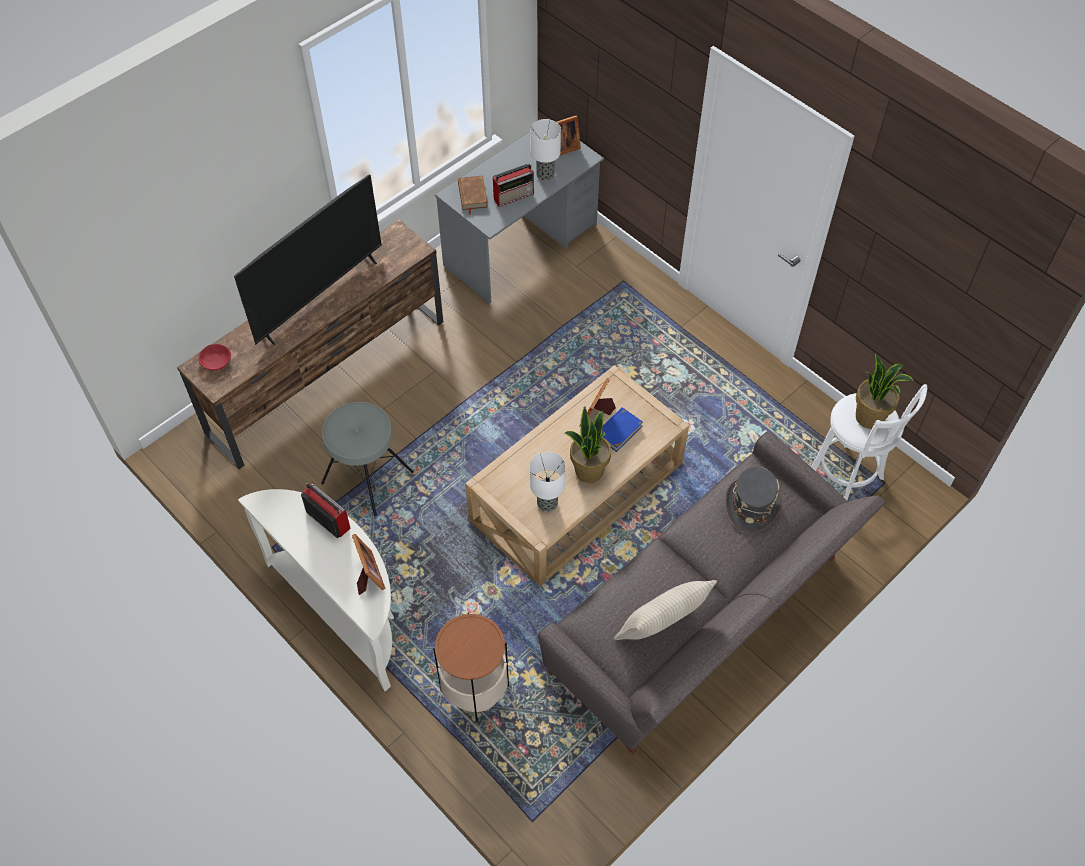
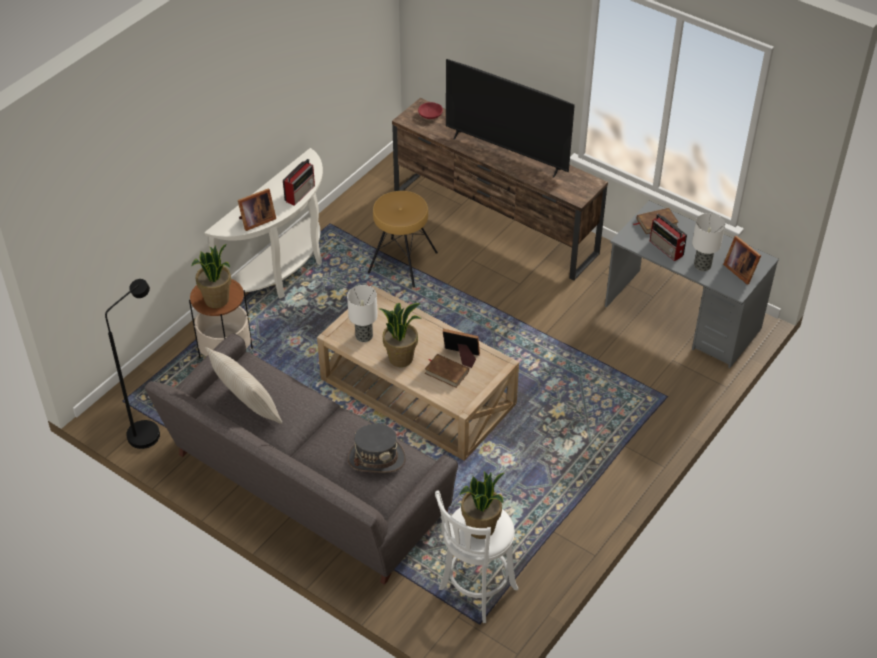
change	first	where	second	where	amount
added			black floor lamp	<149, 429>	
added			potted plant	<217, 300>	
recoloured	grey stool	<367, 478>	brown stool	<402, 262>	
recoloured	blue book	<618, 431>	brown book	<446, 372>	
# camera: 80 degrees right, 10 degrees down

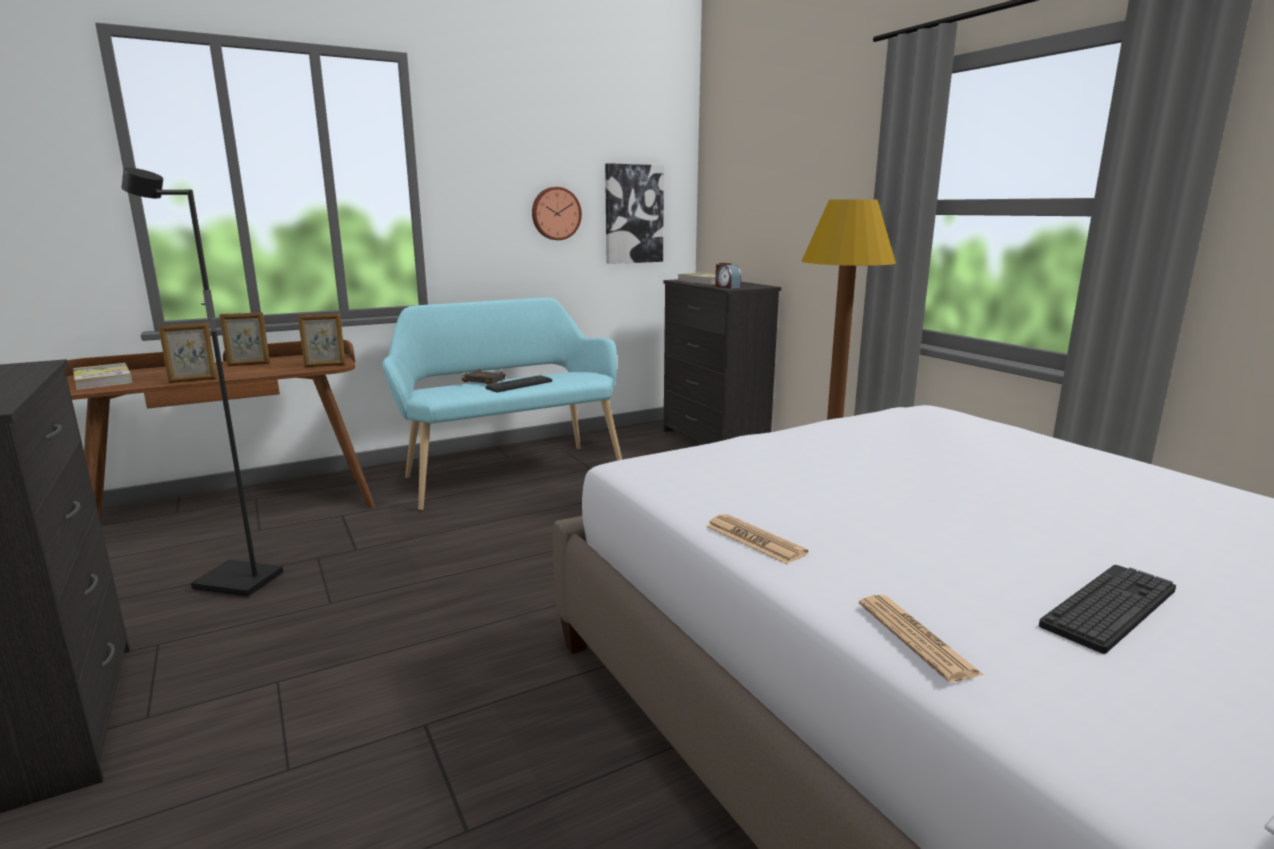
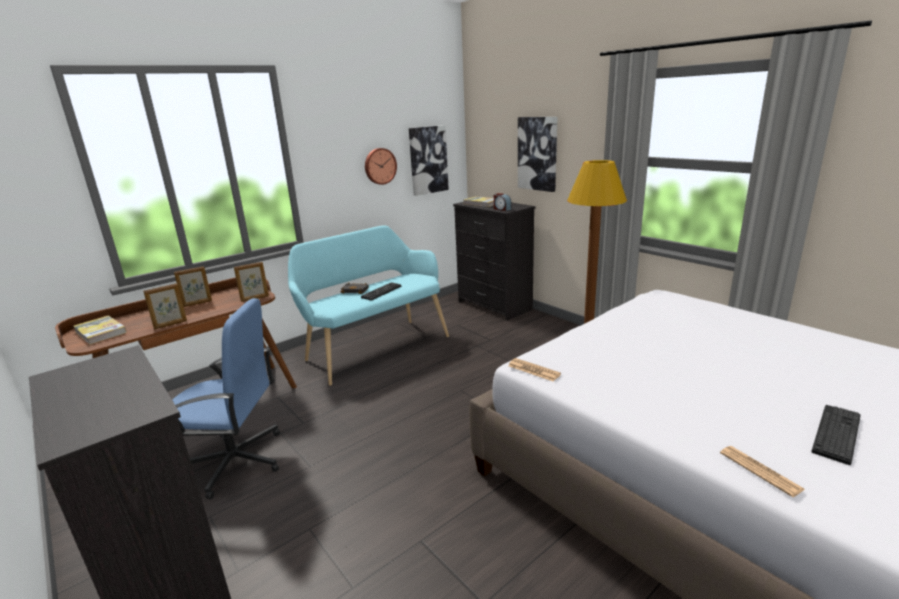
change	first	where	second	where	amount
added			picture	<538, 153>	
moved	newspaper	<754, 540>		<533, 370>	
replaced	black floor lamp	<236, 583>	blue office chair	<235, 461>	
# camera: 10 degrees left, 5 degrees up

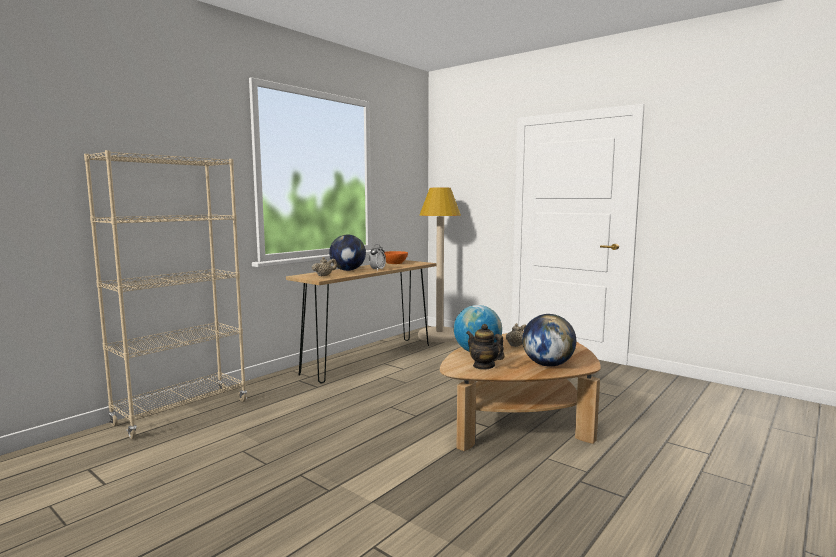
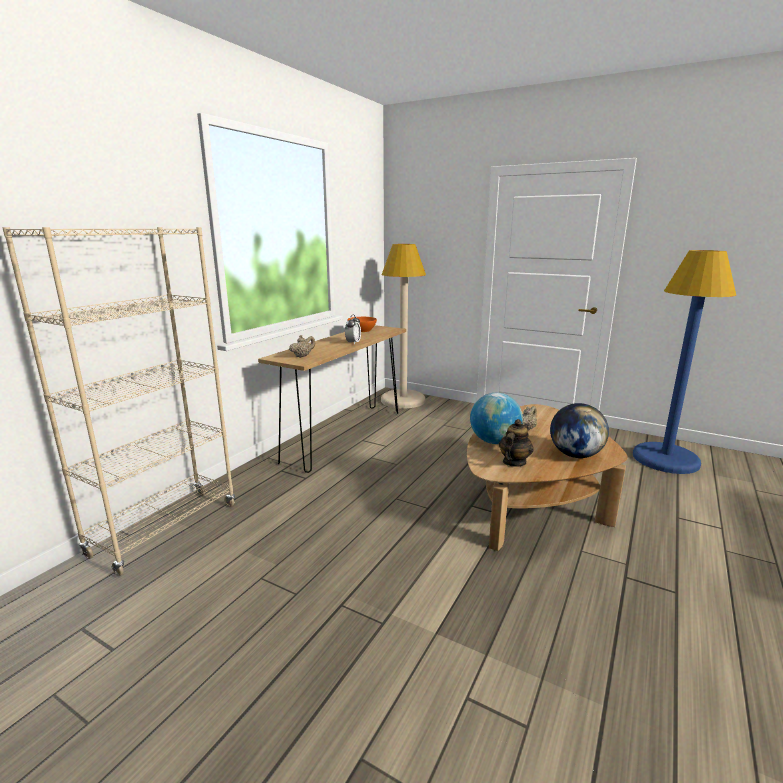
change	first	where	second	where	amount
removed	globe	<348, 270>			
added			blue floor lamp	<665, 459>	
turned	teapot	<483, 366>		<514, 462>	90 degrees clockwise
# camera: 10 degrees left, 10 degrees up

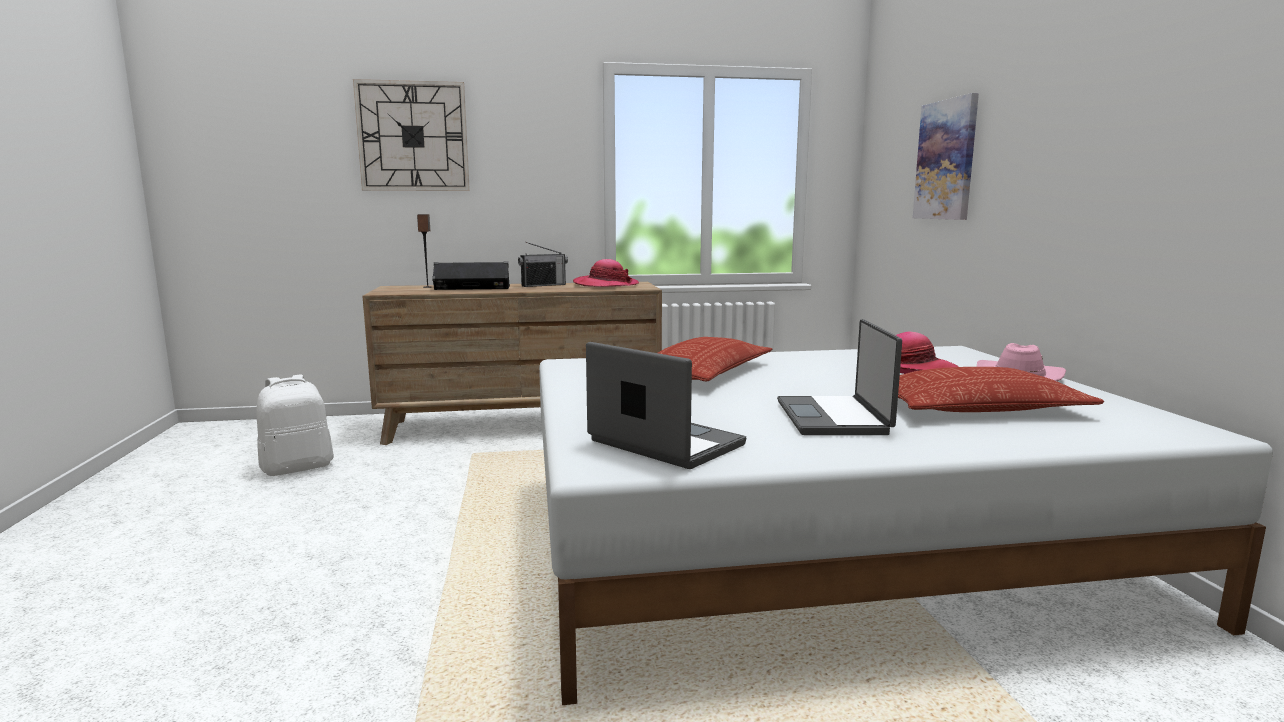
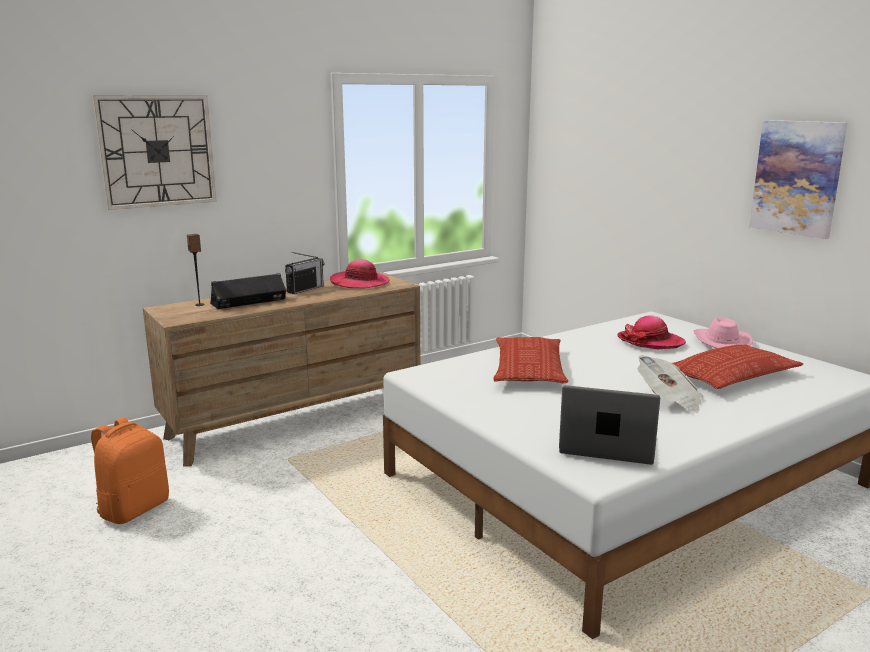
change	first	where	second	where	amount
moved	picture	<946, 160>		<797, 178>	
replaced	laptop	<834, 418>	newspaper	<669, 401>	
recoloured	white backpack	<298, 467>	orange backpack	<134, 509>	
# camera: 25 degrees left, 5 degrees up

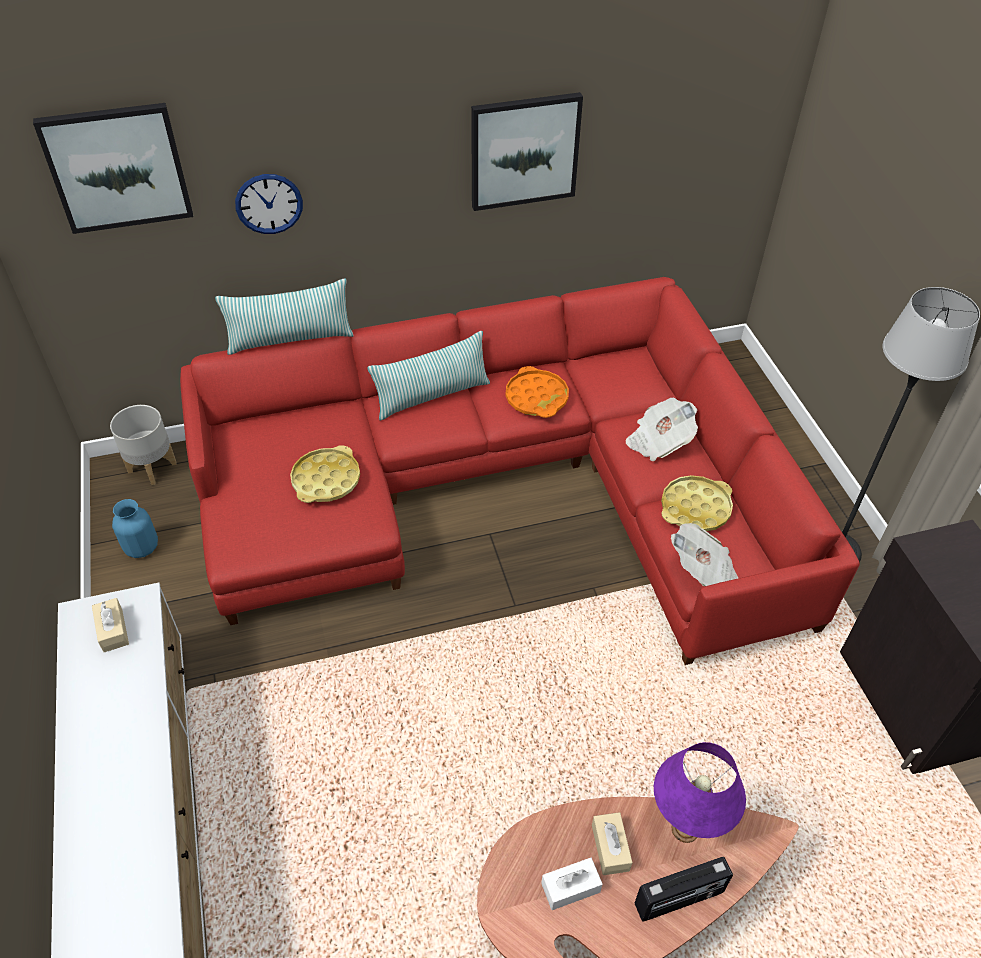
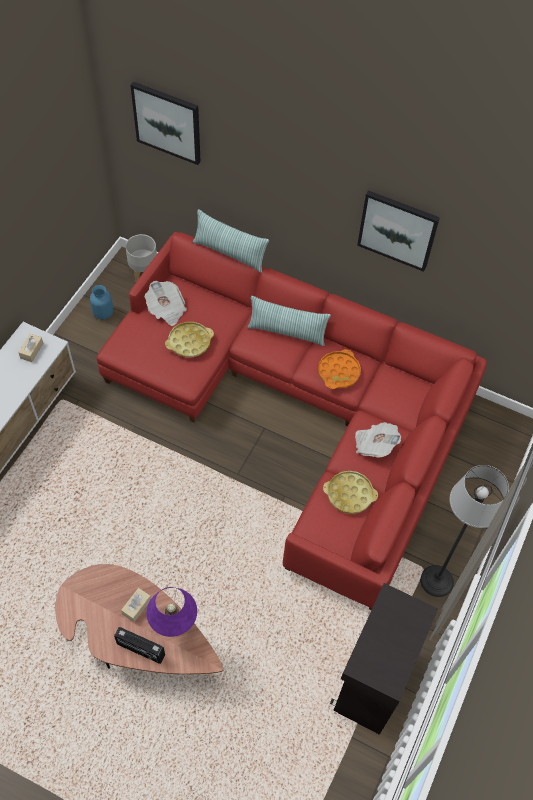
change	first	where	second	where	amount
removed	wall clock	<269, 204>			
removed	white tissue box	<570, 887>			
moved	newspaper	<703, 570>		<166, 310>	
# camera: 40 degrees right, 10 degrees up

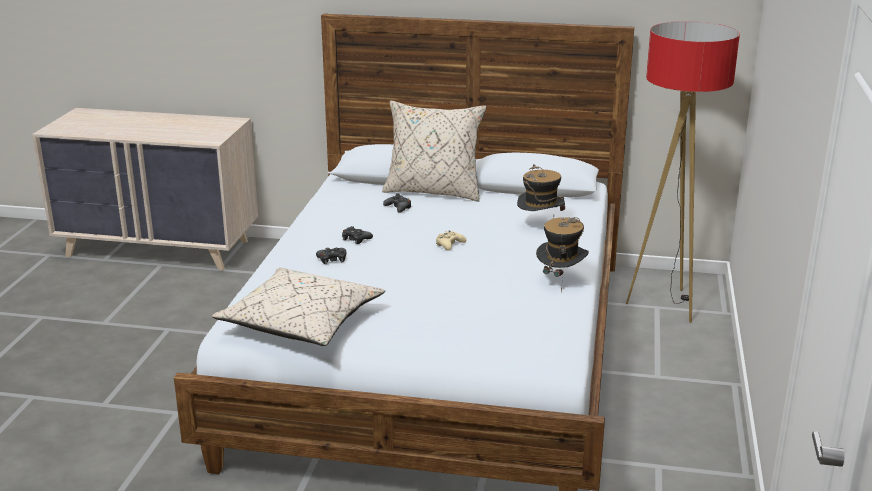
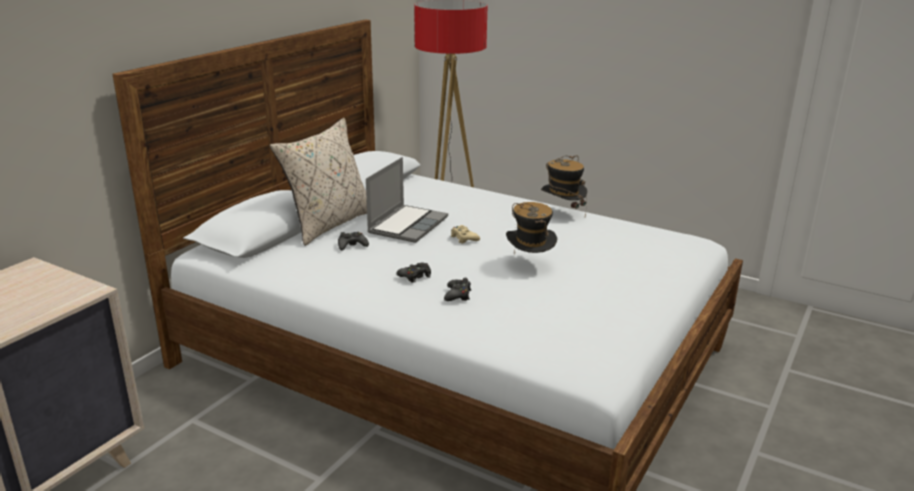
change	first	where	second	where	amount
removed	beige pillow	<301, 323>			
added			laptop	<407, 225>	
moved	hat	<540, 225>		<529, 265>	
# camera: 70 degrees left, 0 degrees up

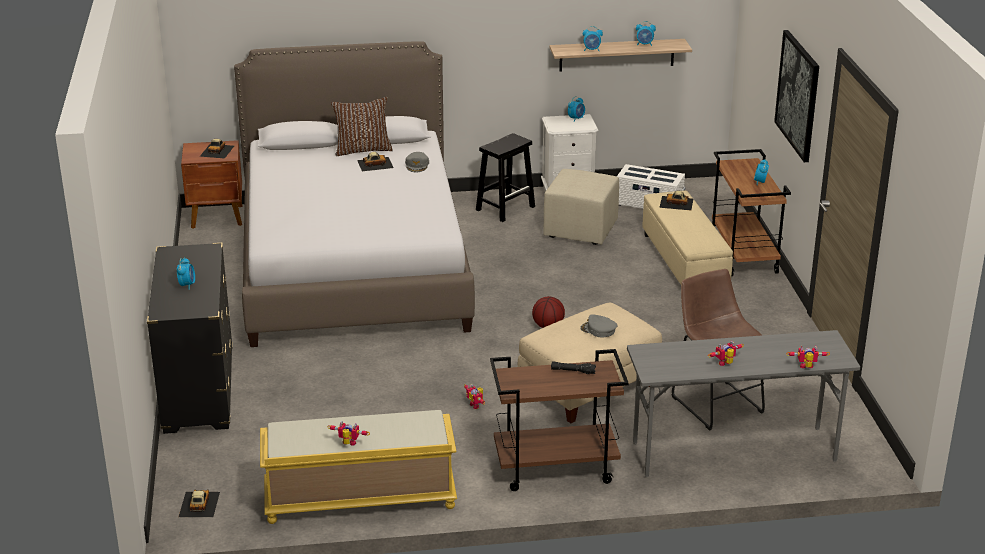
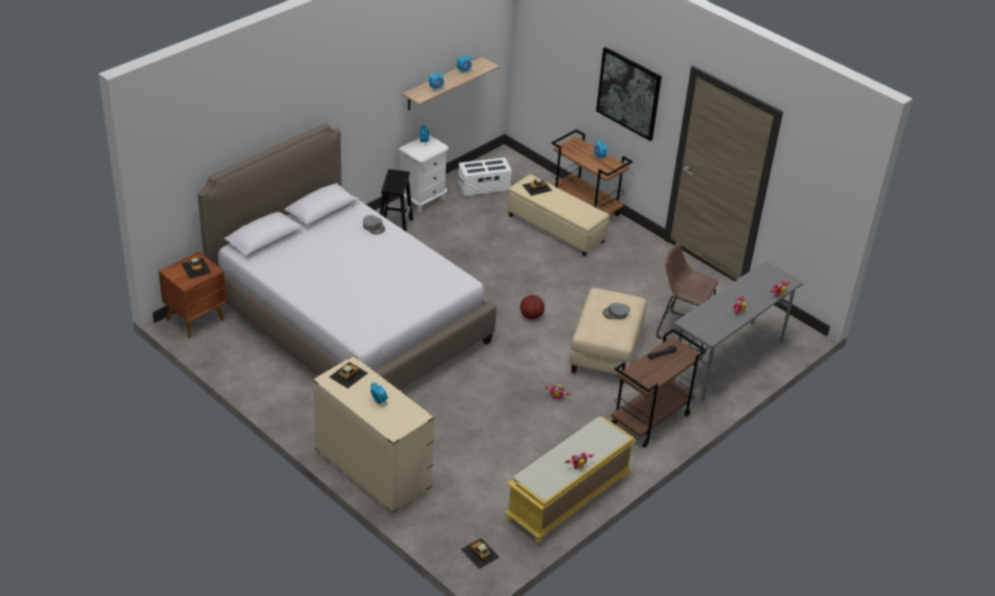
change	first	where	second	where	amount
removed	brown pillow	<362, 150>			
removed	beige ottoman	<580, 229>			
moved	toy car	<375, 164>		<348, 375>	
recoloured	black dresser	<198, 390>	beige dresser	<372, 471>	
# camera: 40 degrees left, 10 degrees up

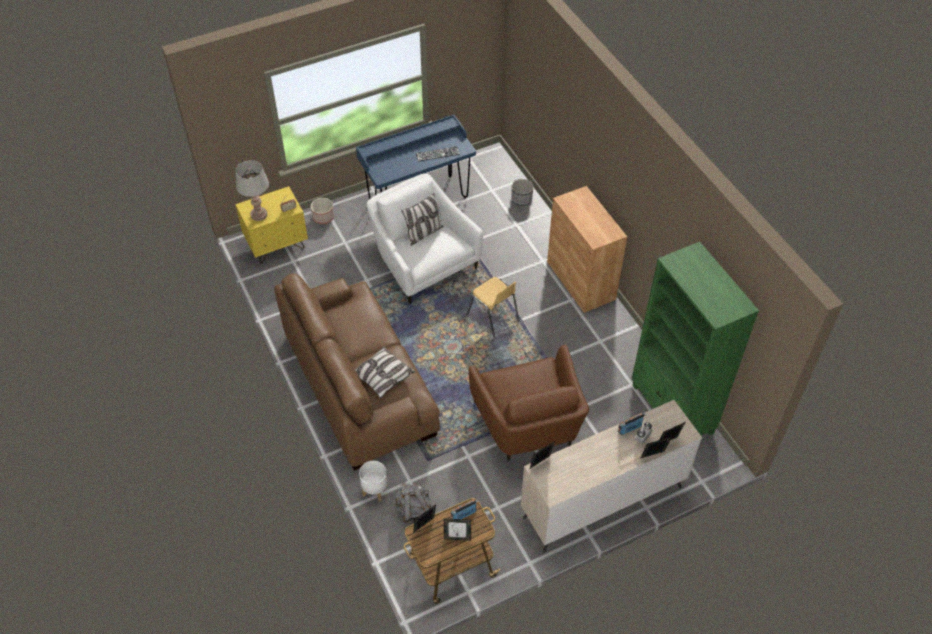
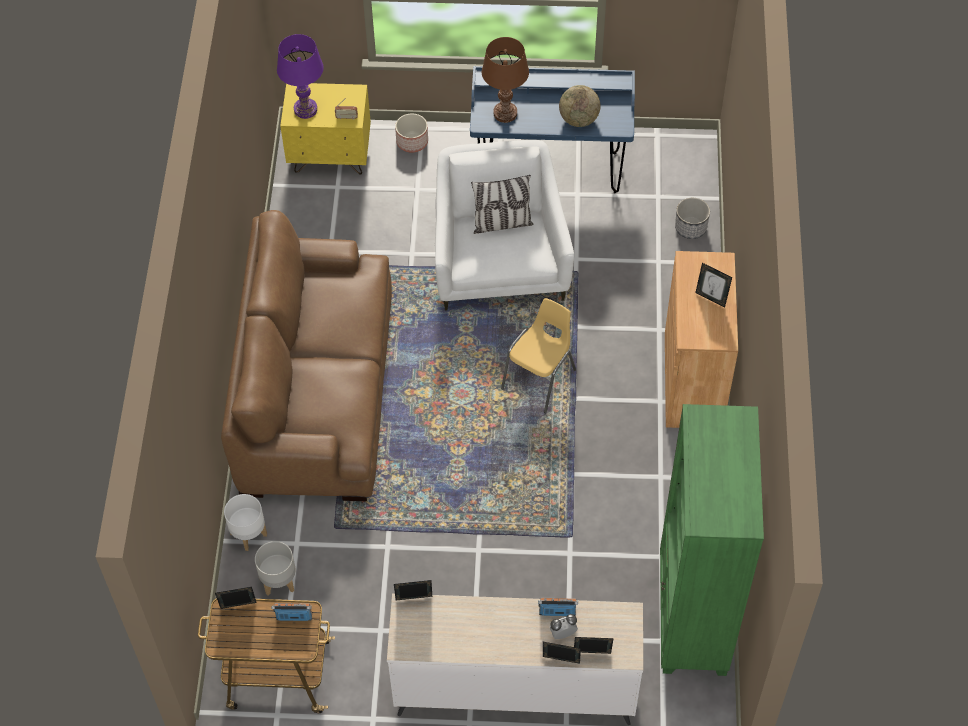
change	first	where	second	where	amount
removed	pillow	<383, 377>			
removed	brown armchair	<528, 425>			
added			brown table lamp	<505, 113>	
moved	picture frame	<457, 537>		<711, 298>	
replaced	grey backpack	<414, 510>	grey planter	<278, 581>	
replaced	keyboard	<437, 154>	globe	<579, 119>	
recoloured	grey table lamp	<259, 215>	purple table lamp	<305, 109>	
turned	yellow chair	<493, 318>		<540, 379>	135 degrees counterclockwise
# camera: 30 degrees right, 5 degrees up

